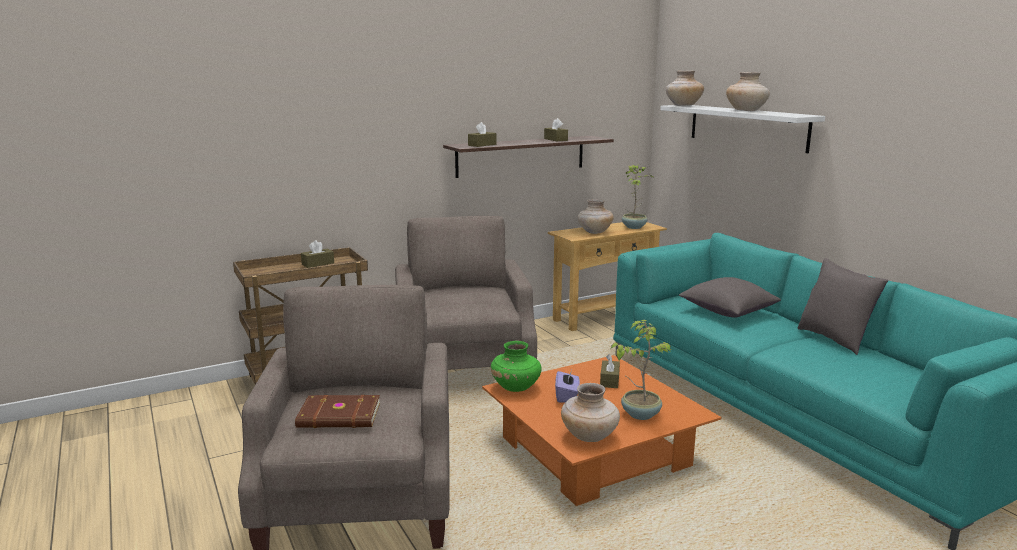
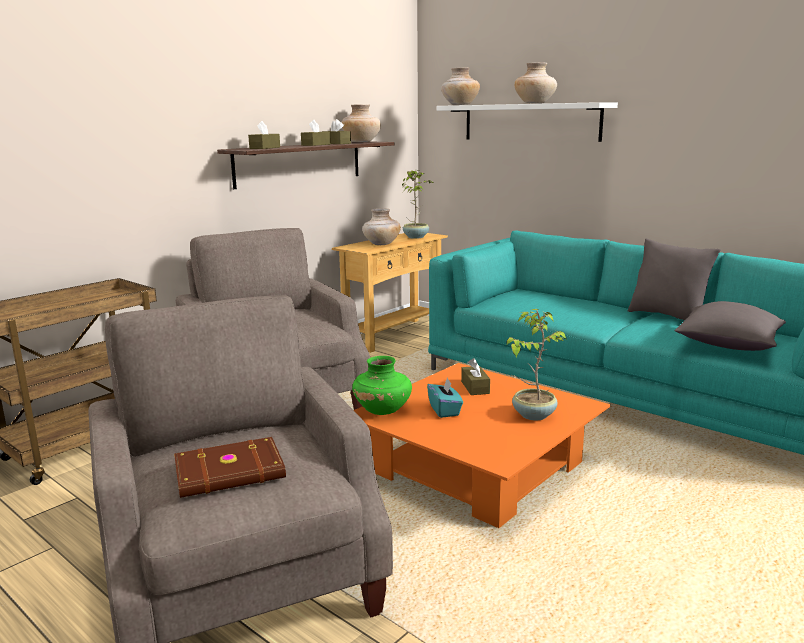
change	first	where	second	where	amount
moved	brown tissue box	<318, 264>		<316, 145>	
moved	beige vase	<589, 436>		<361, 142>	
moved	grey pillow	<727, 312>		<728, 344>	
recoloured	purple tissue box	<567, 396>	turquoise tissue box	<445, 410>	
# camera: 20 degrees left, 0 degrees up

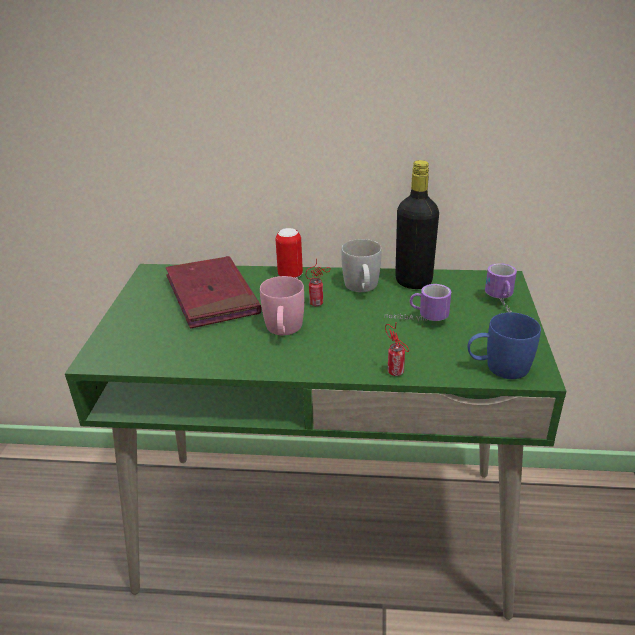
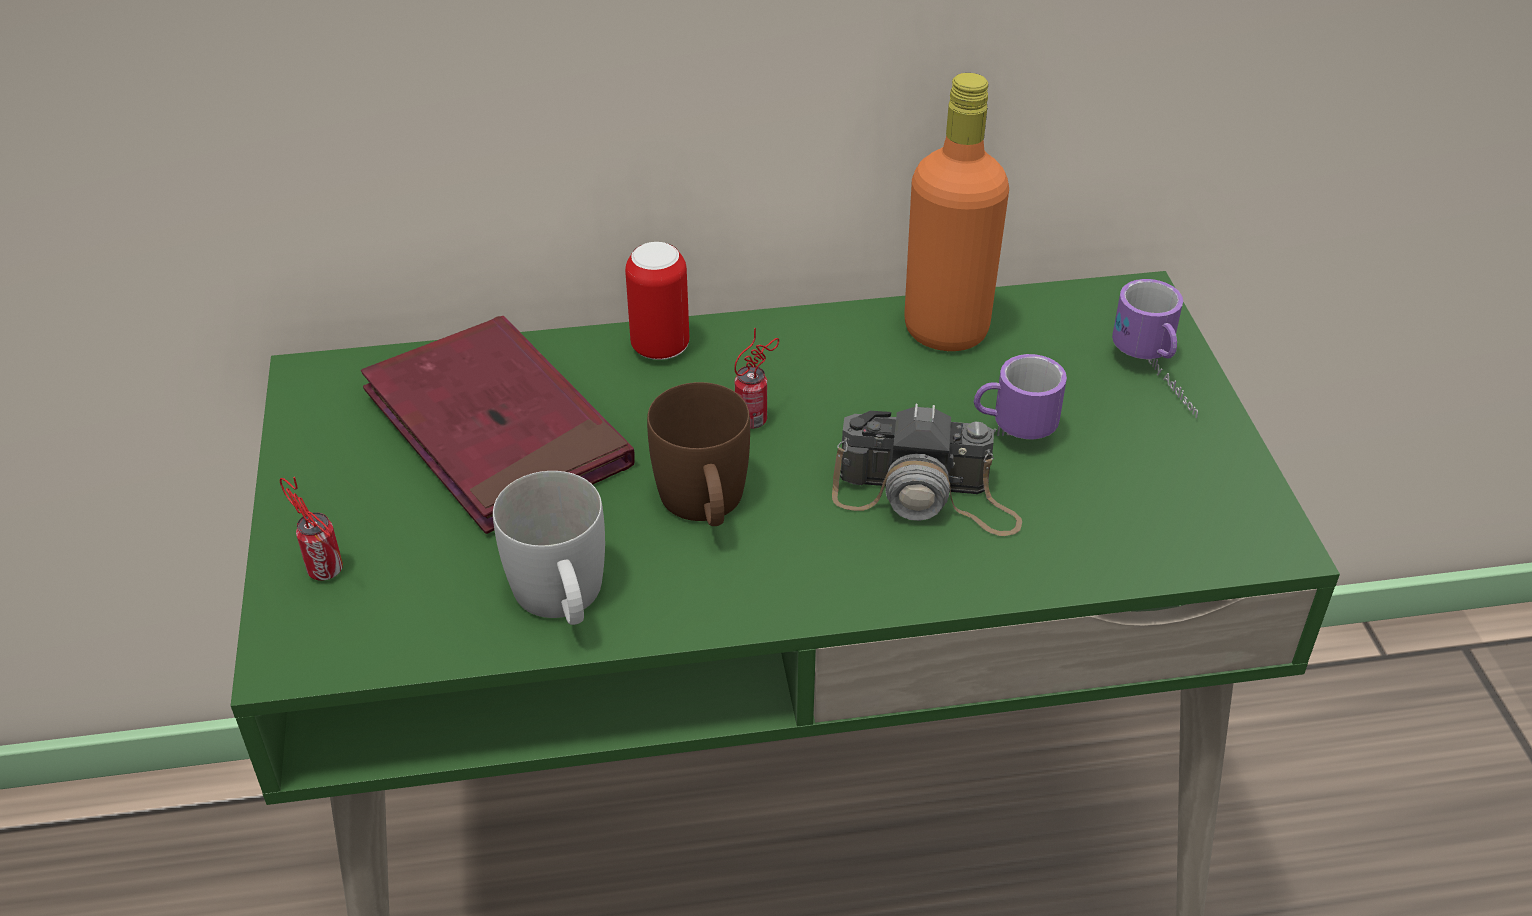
change	first	where	second	where	amount
removed	blue mug	<498, 367>			
added			photo camera	<926, 497>	
moved	white mug	<362, 288>		<562, 601>	
moved	can	<397, 373>		<328, 573>	
recoloured	pink mug	<283, 330>	brown mug	<705, 507>	
recoloured	black bottle	<413, 282>	orange bottle	<946, 330>	
# camera: 15 degrees left, 10 degrees up

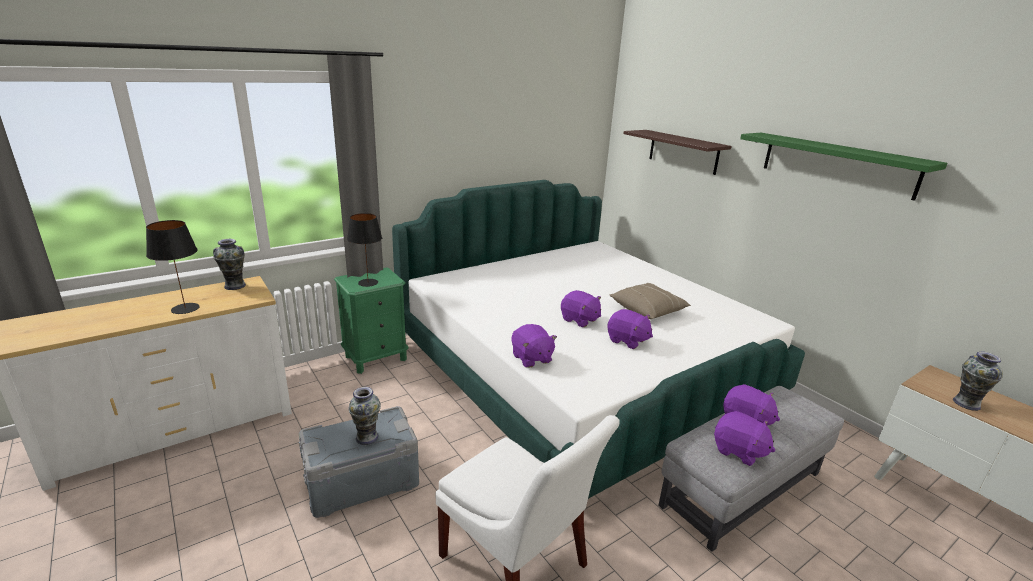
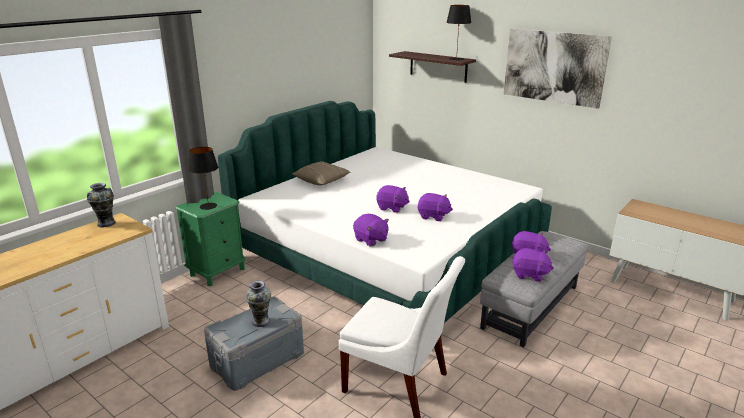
change	first	where	second	where	amount
removed	vase	<966, 403>			
moved	black table lamp	<184, 308>		<456, 59>	
moved	beige pillow	<648, 310>		<321, 180>	
replaced	green shelf	<837, 164>	picture	<554, 67>	
# camera: 15 degrees left, 0 degrees up

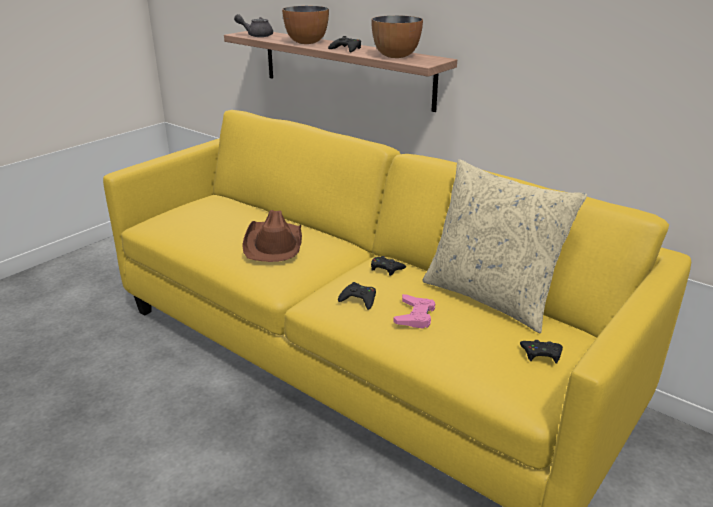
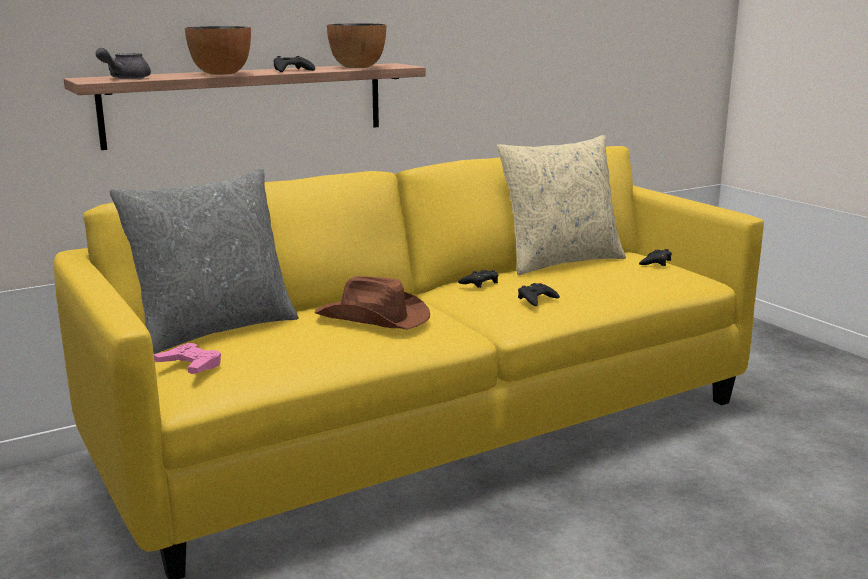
change	first	where	second	where	amount
added			grey pillow	<214, 329>	
moved	pink game controller	<415, 316>		<190, 365>	
# camera: 70 degrees left, 10 degrees down

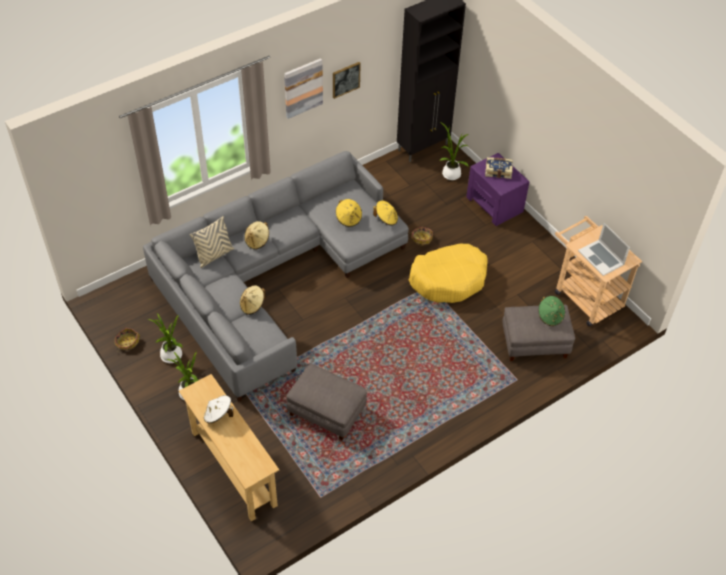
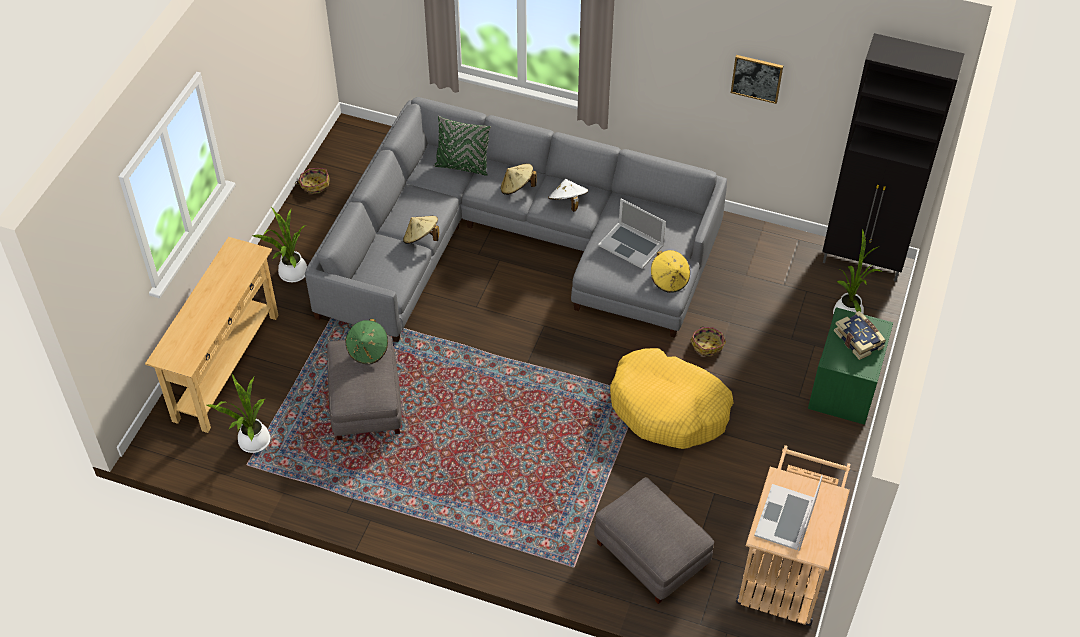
change	first	where	second	where	amount
removed	picture	<303, 88>			
moved	potted plant	<171, 357>		<252, 442>	
moved	white hat	<218, 415>		<567, 203>	
moved	green hat	<550, 316>		<368, 350>	
replaced	yellow hat	<348, 219>	laptop	<631, 245>	
recoloured	beige pillow	<214, 255>	green pillow	<462, 166>	
recoloured	purple nightstand	<494, 204>	green nightstand	<844, 387>	
# camera: 55 degrees right, 0 degrees up

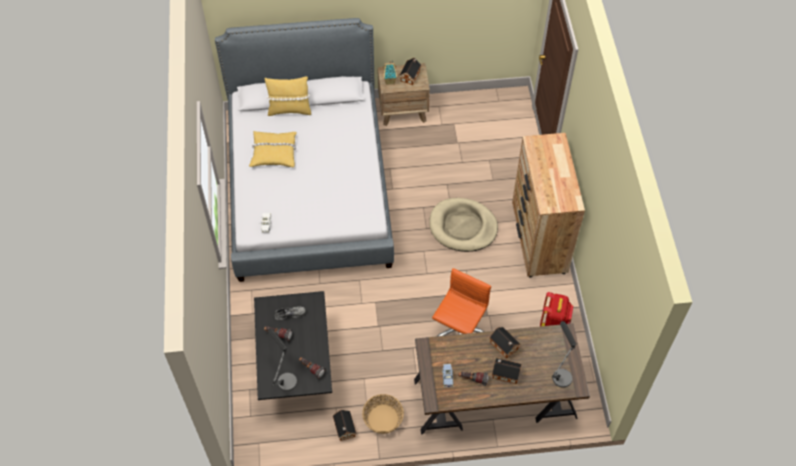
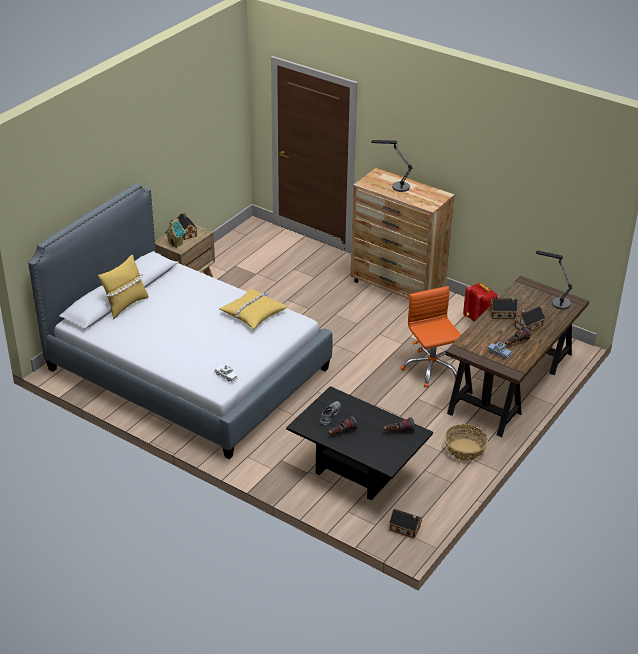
change	first	where	second	where	amount
removed	beige dog bed	<463, 227>			
moved	yellow pillow	<274, 152>		<253, 313>	
moved	table lamp	<284, 377>		<395, 186>	
moved	toy house	<344, 429>		<406, 529>	
# camera: 50 degrees left, 20 degrees down

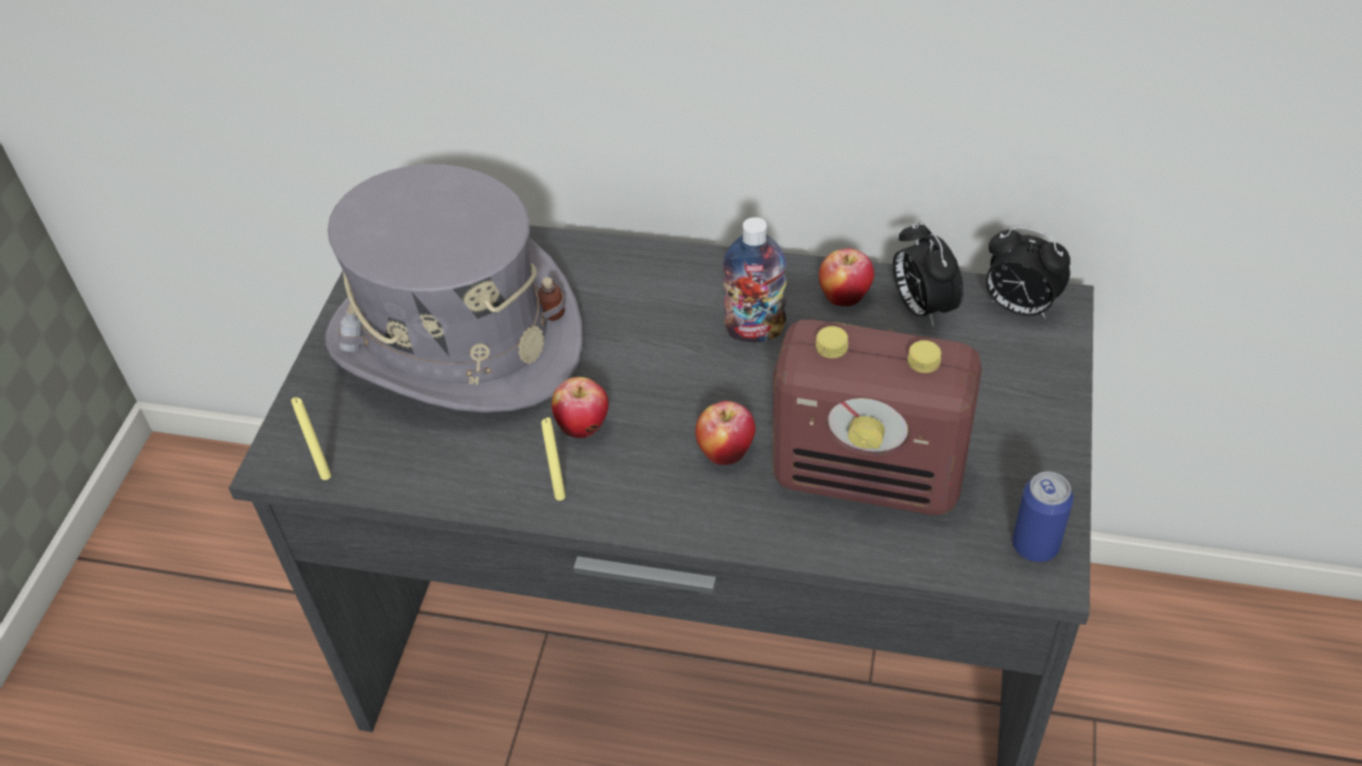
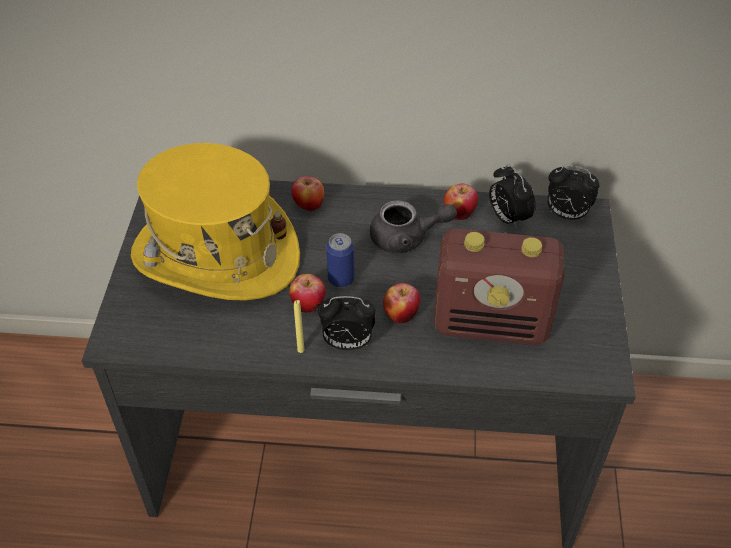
change	first	where	second	where	amount
removed	yellow candle	<325, 476>			
added			apple	<308, 206>	
added			alarm clock	<347, 343>	
moved	can	<1035, 546>		<341, 279>	
replaced	bottle	<755, 331>	grey teapot	<407, 238>	
recoloured	grey hat	<455, 340>	yellow hat	<215, 255>	
# camera: 10 degrees left, 0 degrees up

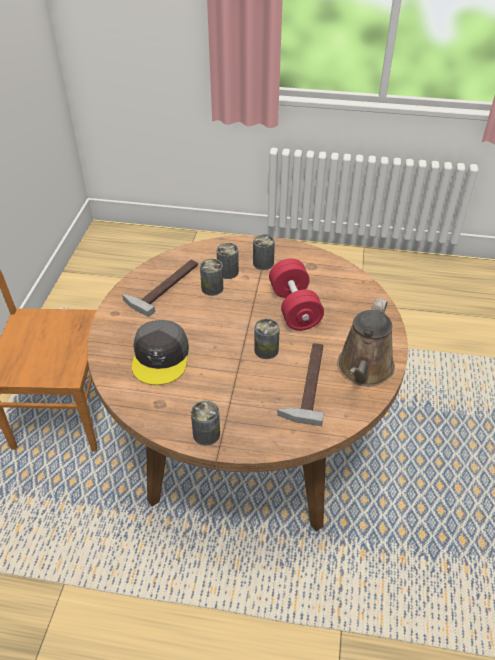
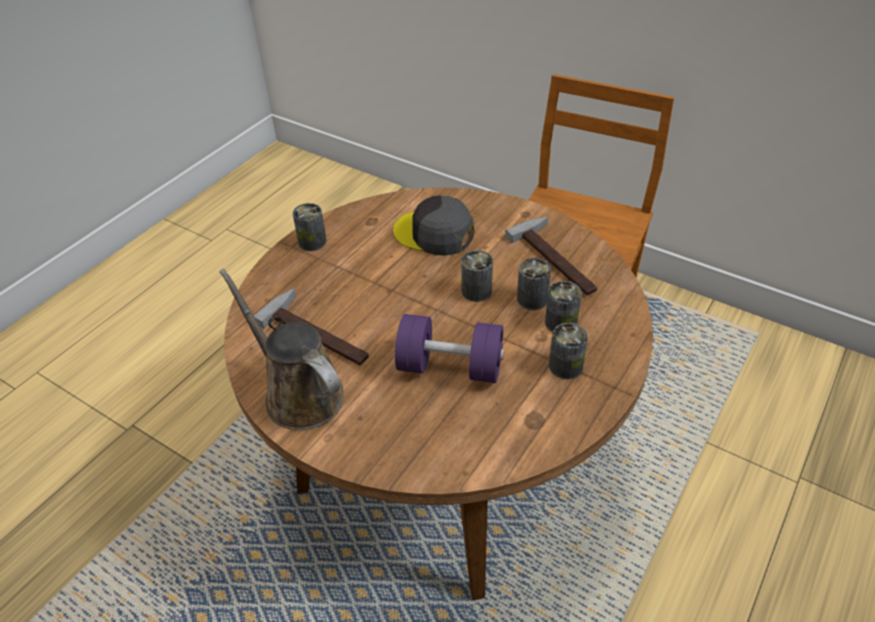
change	first	where	second	where	amount
moved	can	<266, 350>		<476, 291>	
recoloured	red dumbbell	<294, 308>	purple dumbbell	<450, 367>	
# camera: 115 degrees right, 0 degrees up

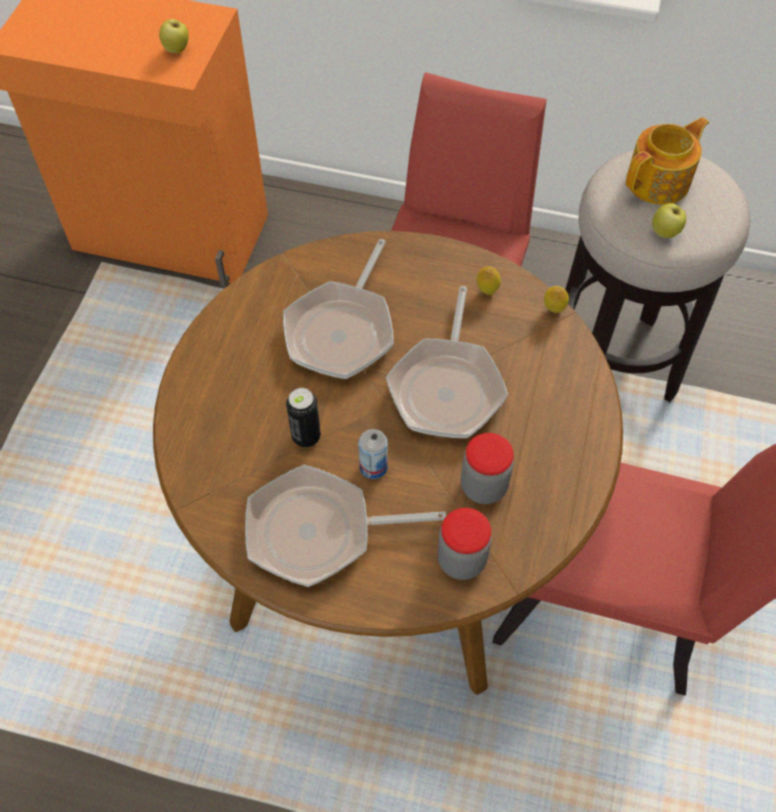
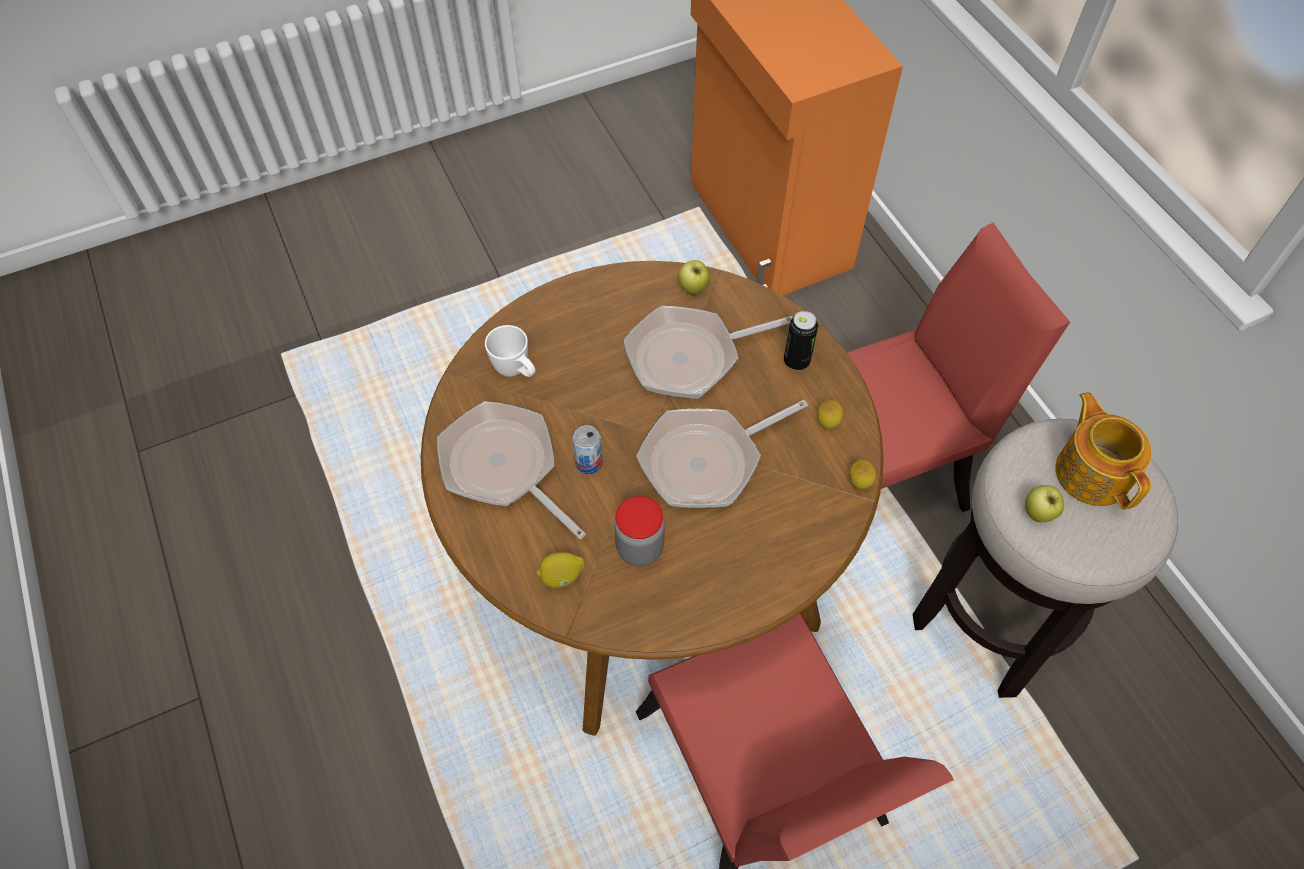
change	first	where	second	where	amount
added			white mug	<516, 371>	
moved	apple	<177, 50>		<693, 289>	
moved	can	<306, 436>		<796, 361>	
replaced	jar	<461, 560>	lemon	<561, 577>	
turned	teapot	<659, 181>		<1092, 472>	120 degrees counterclockwise
# camera: 50 degrees right, 0 degrees up

